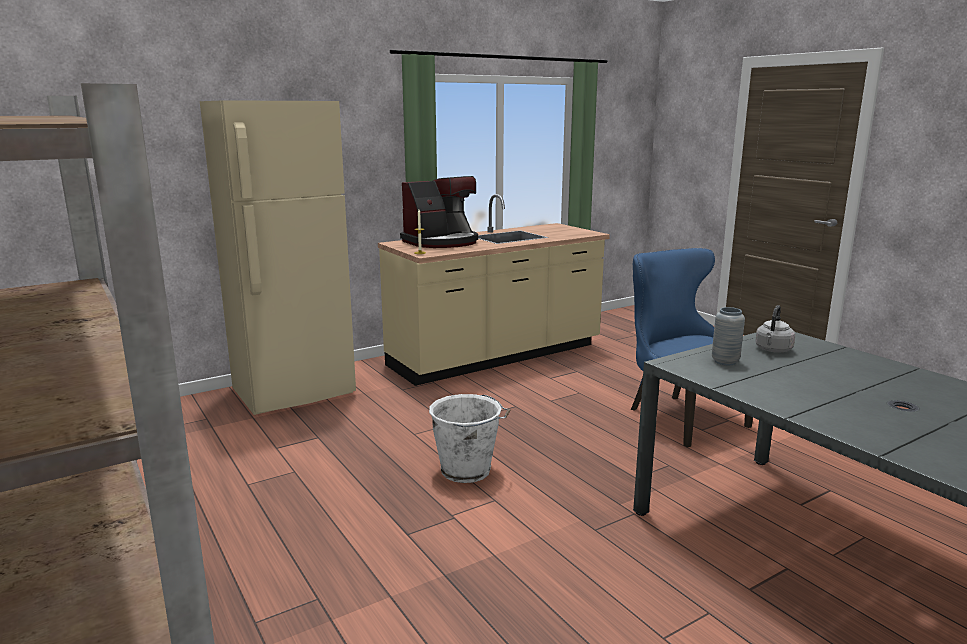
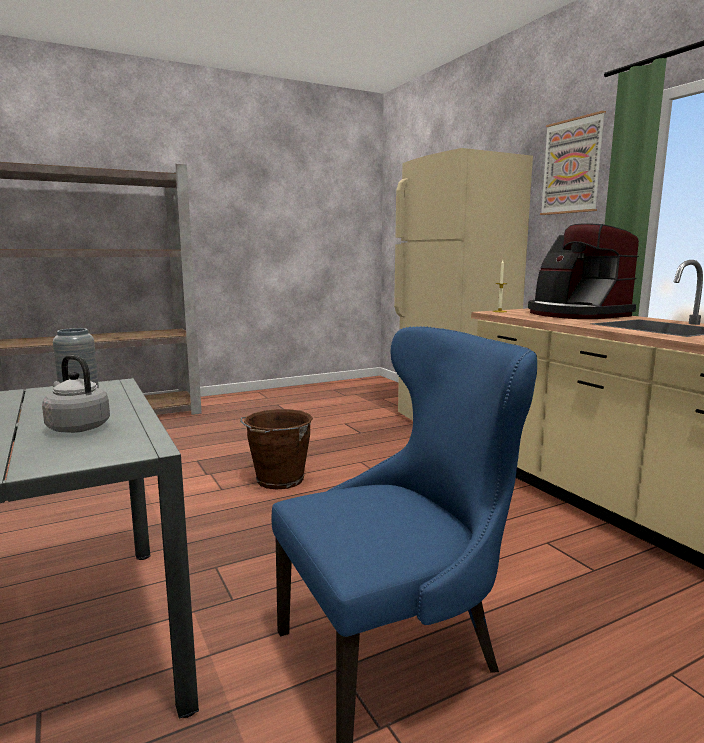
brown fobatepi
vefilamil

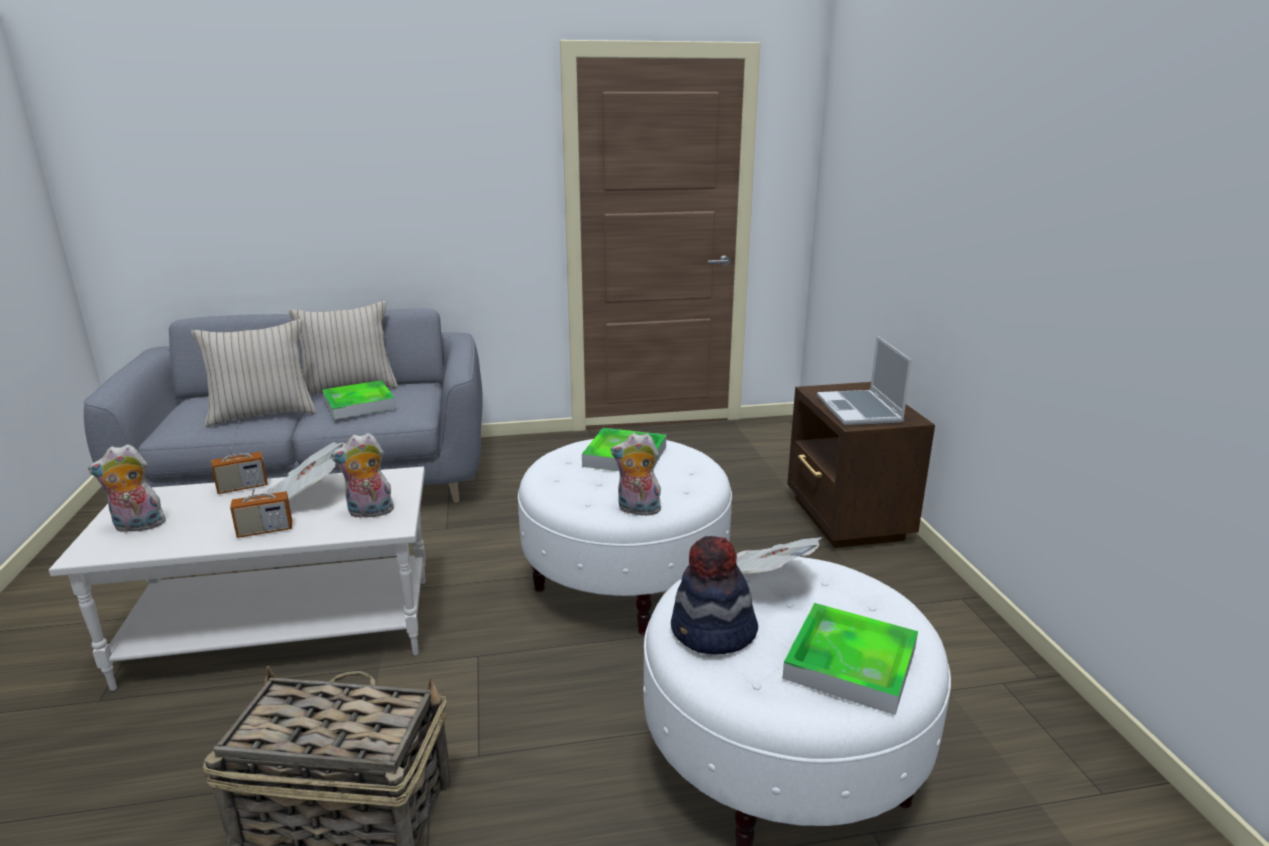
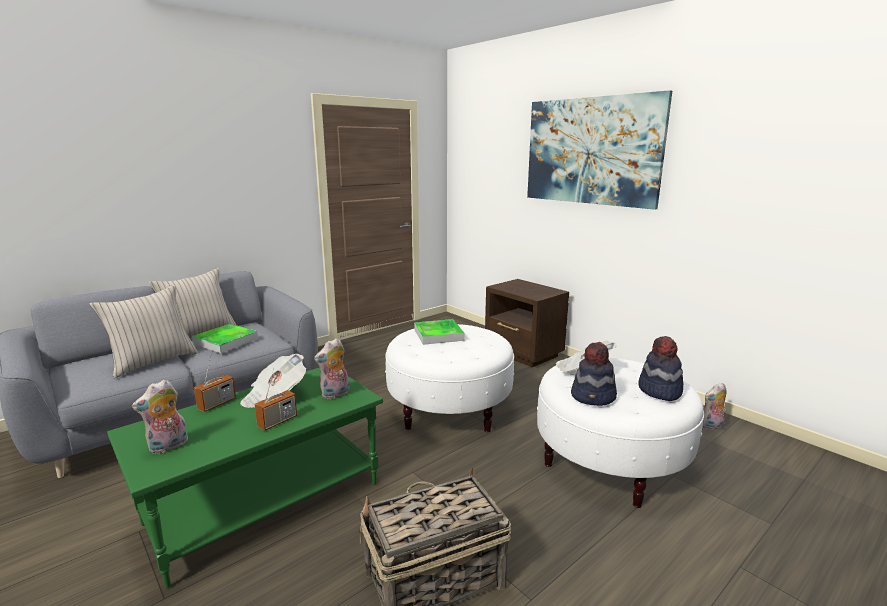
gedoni
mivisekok (no. 3 from left)
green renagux
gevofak (no. 2 from left)
vefilamil

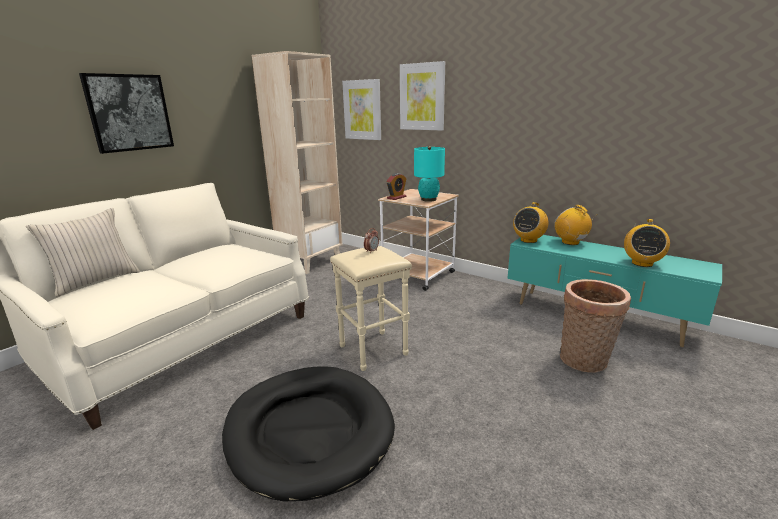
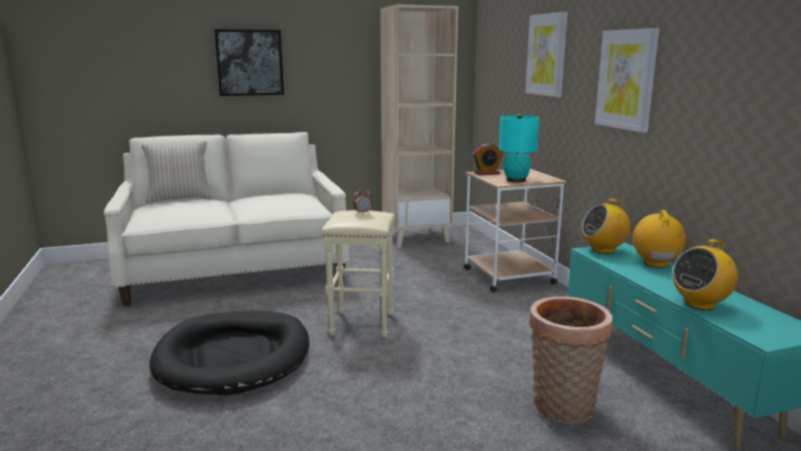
vefilamil (no. 3 from left)

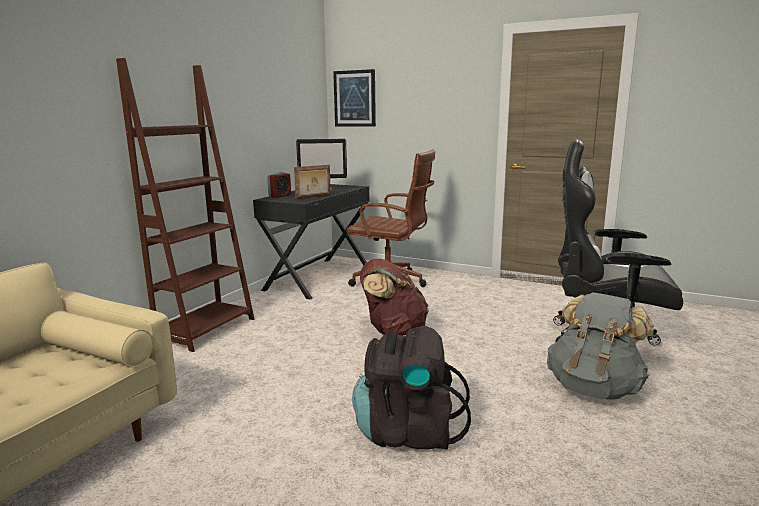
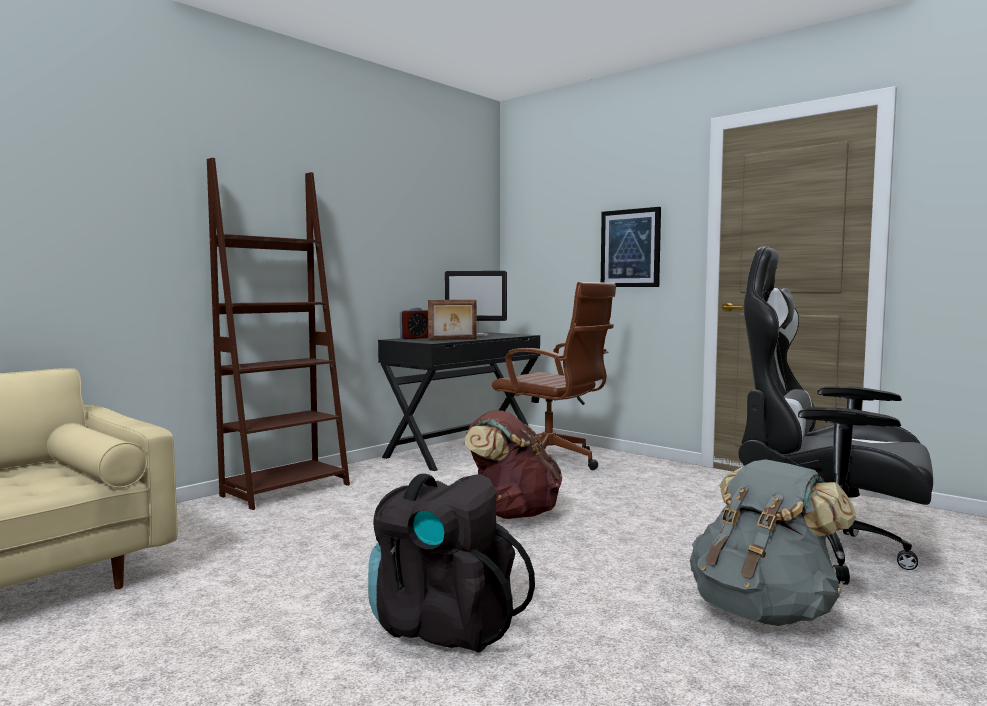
vefilamil

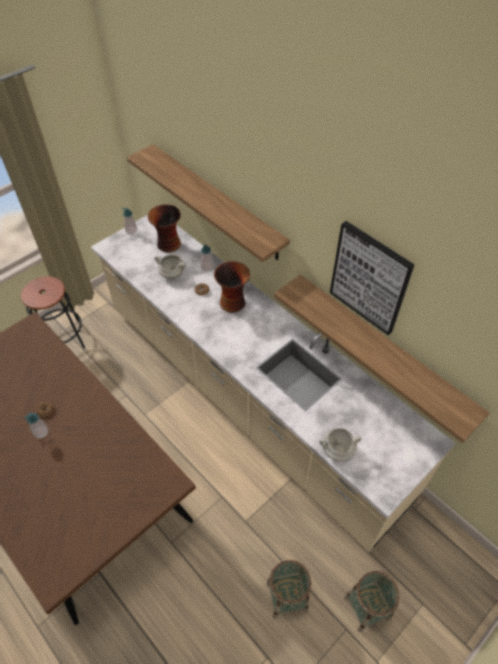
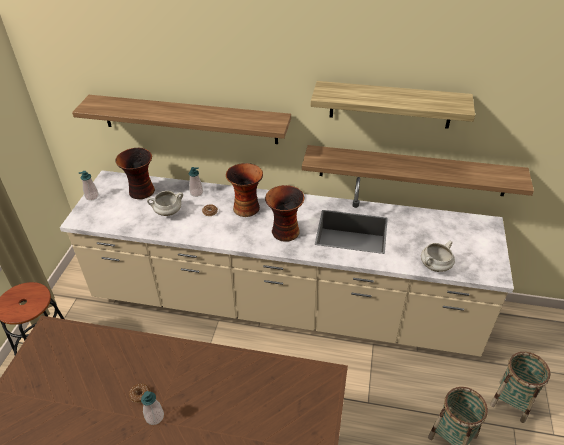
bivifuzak (no. 2 from left)
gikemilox (no. 3 from left)

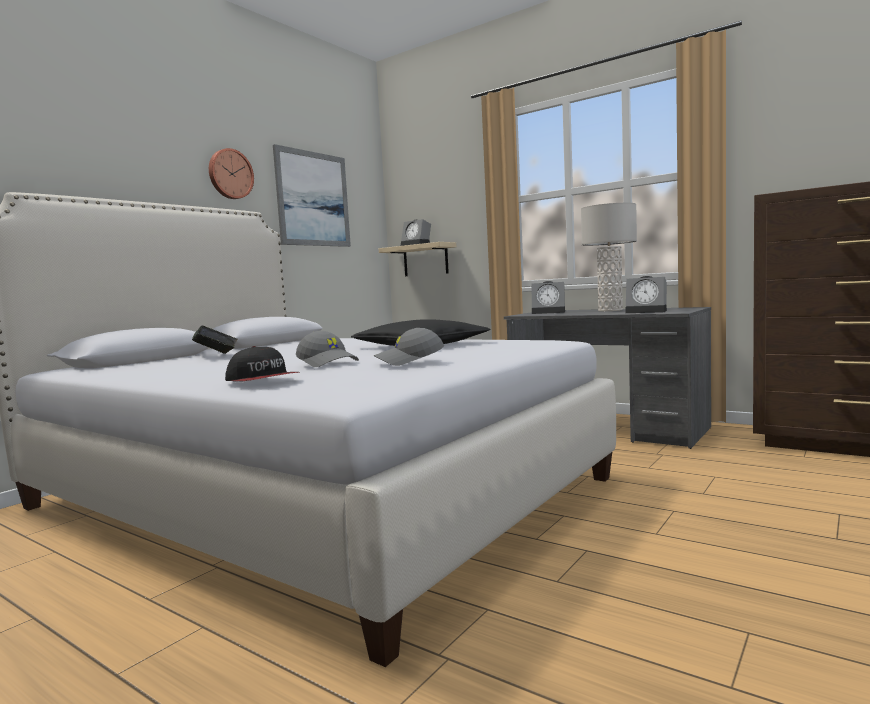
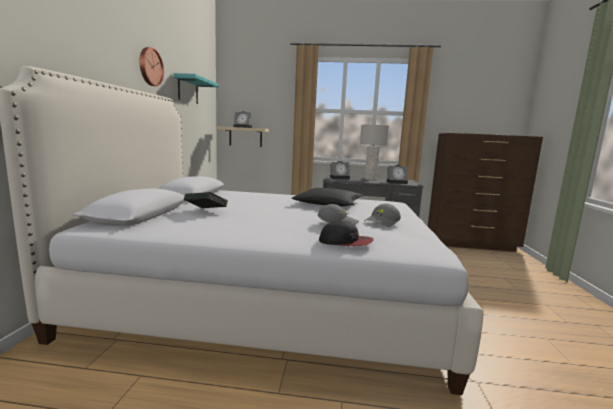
turquoise bivifuzak

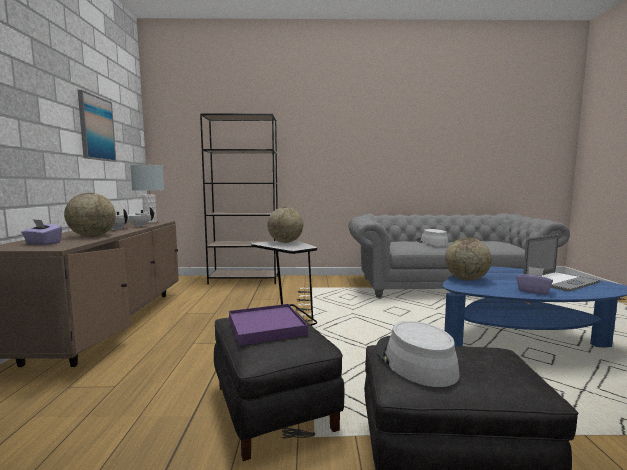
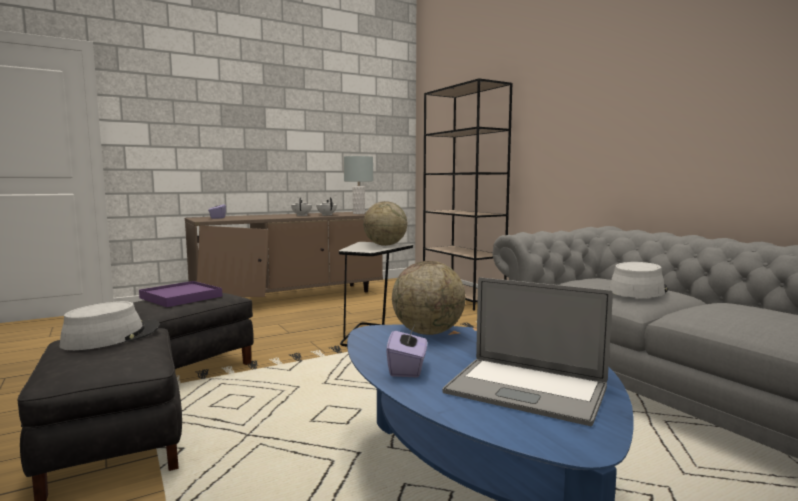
vefilamil
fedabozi (no. 1 from left in the first image)

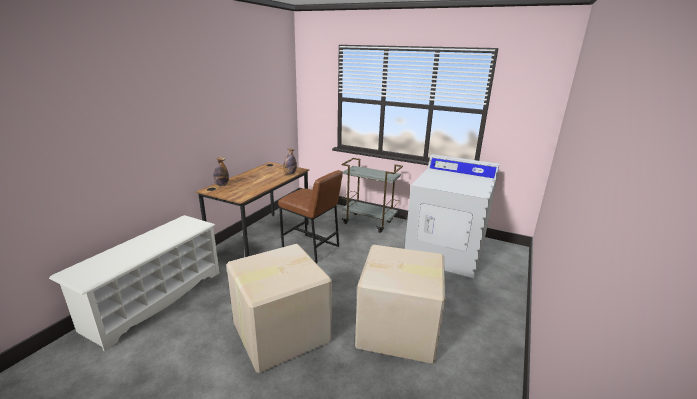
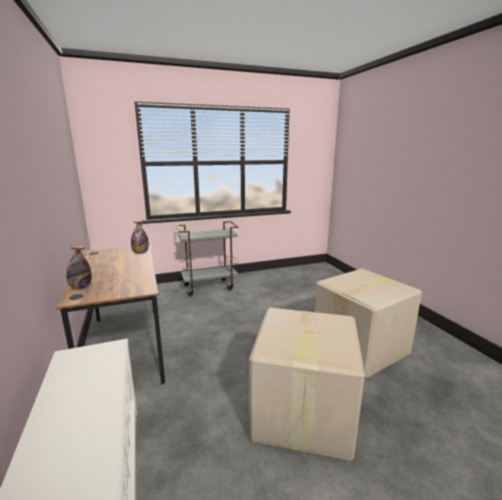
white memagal
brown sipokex

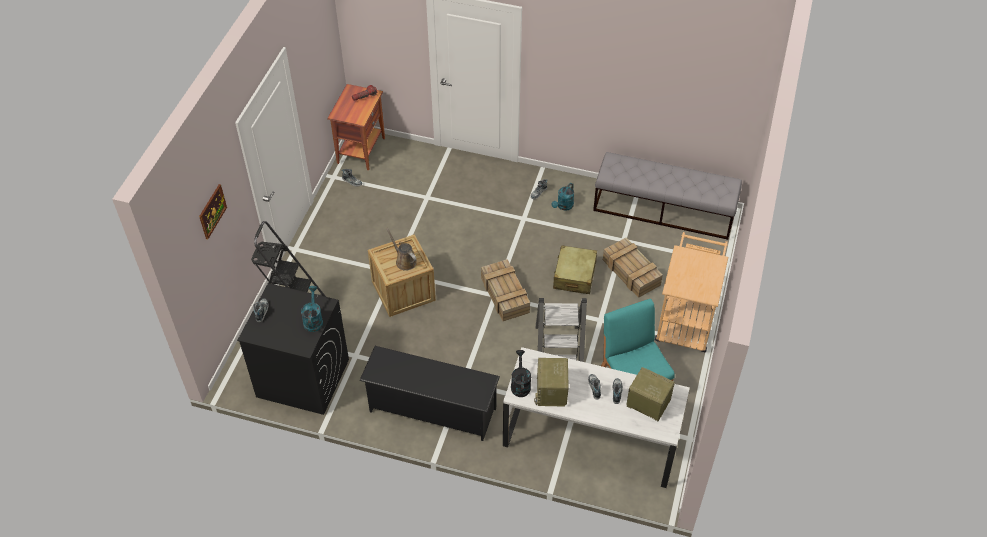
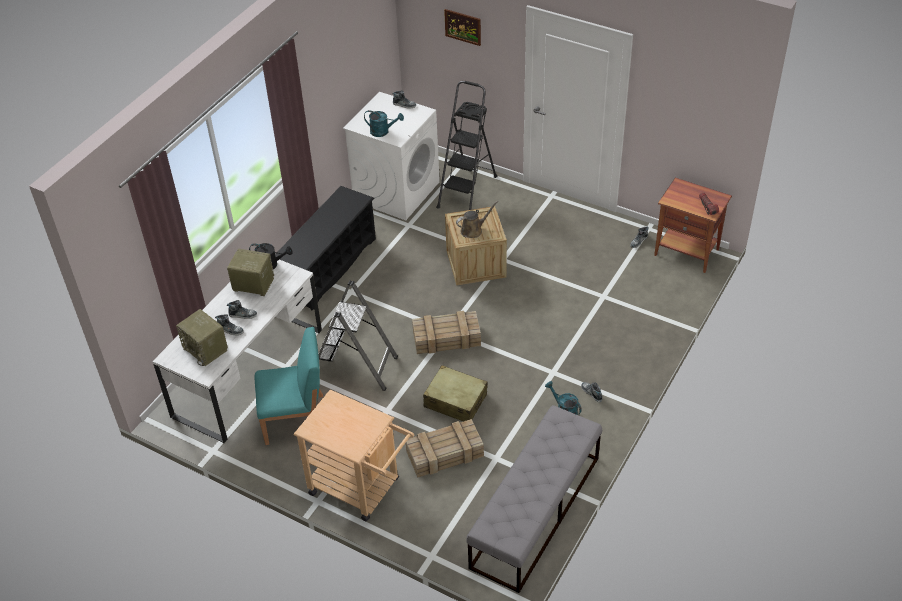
white memagal
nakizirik (no. 1 from left)

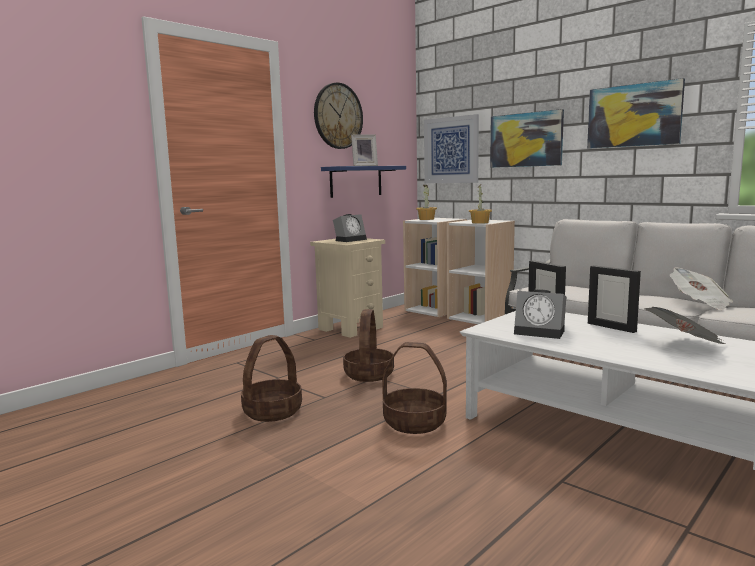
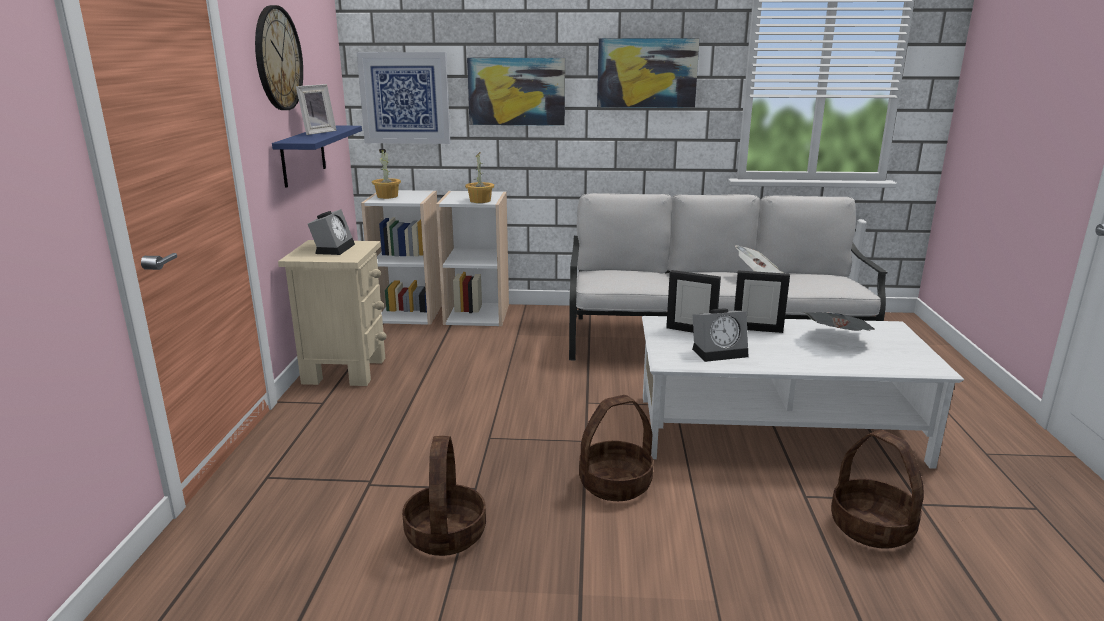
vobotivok (no. 3 from left)

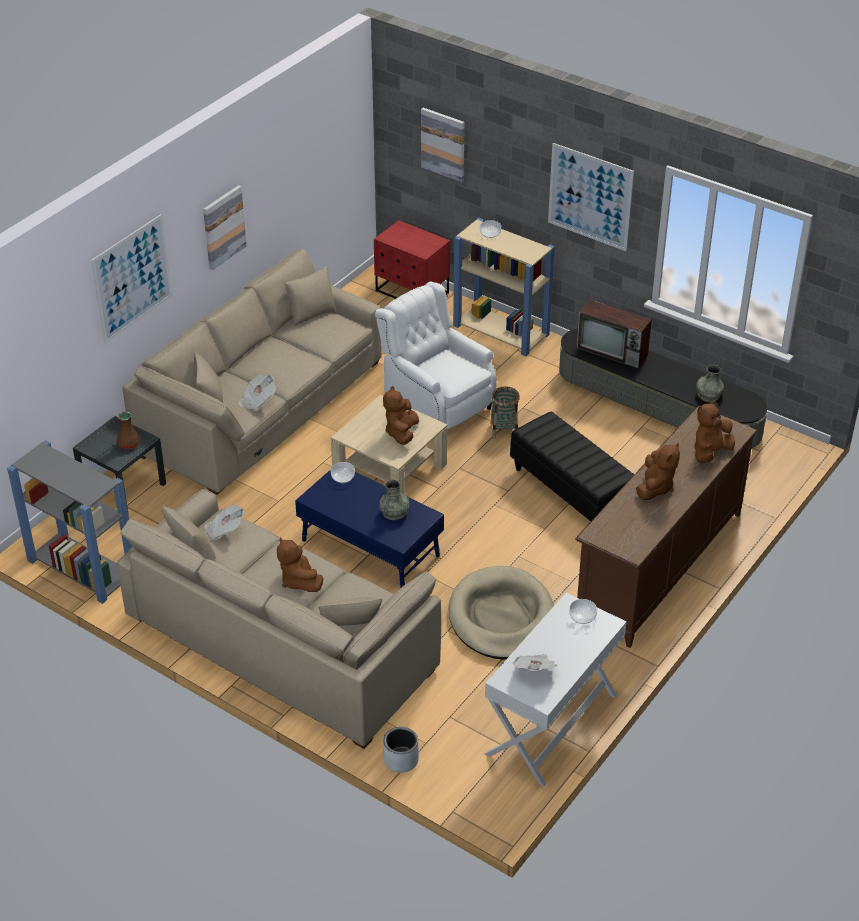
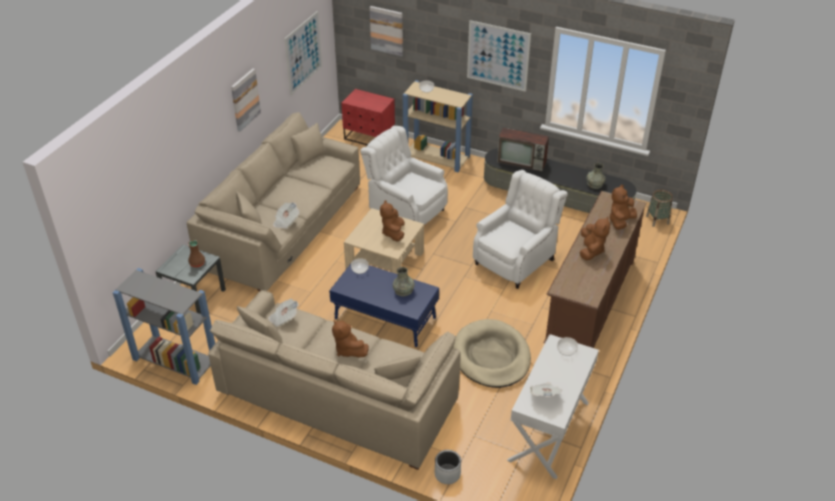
vefilamil (no. 2 from left)
vobotivok
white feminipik (no. 2 from left)

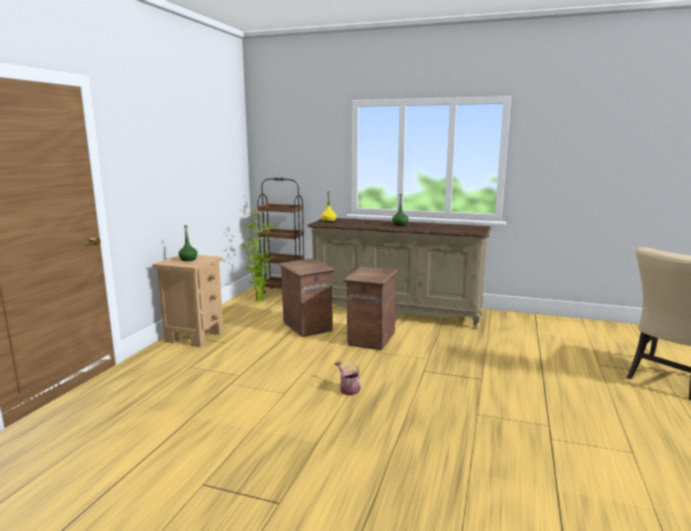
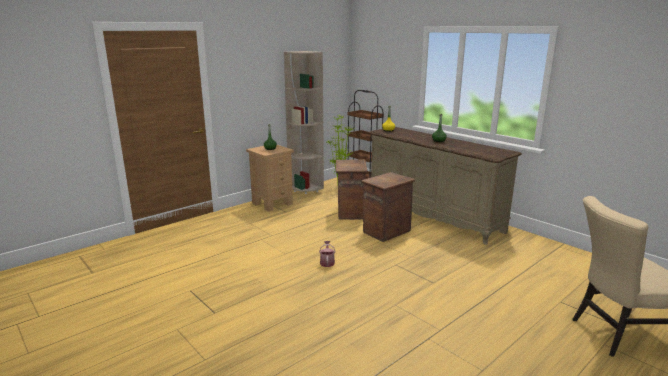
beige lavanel

